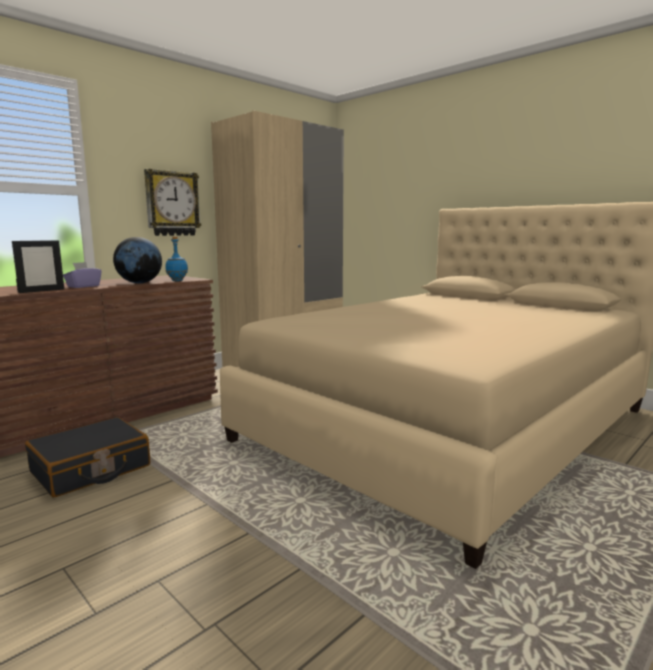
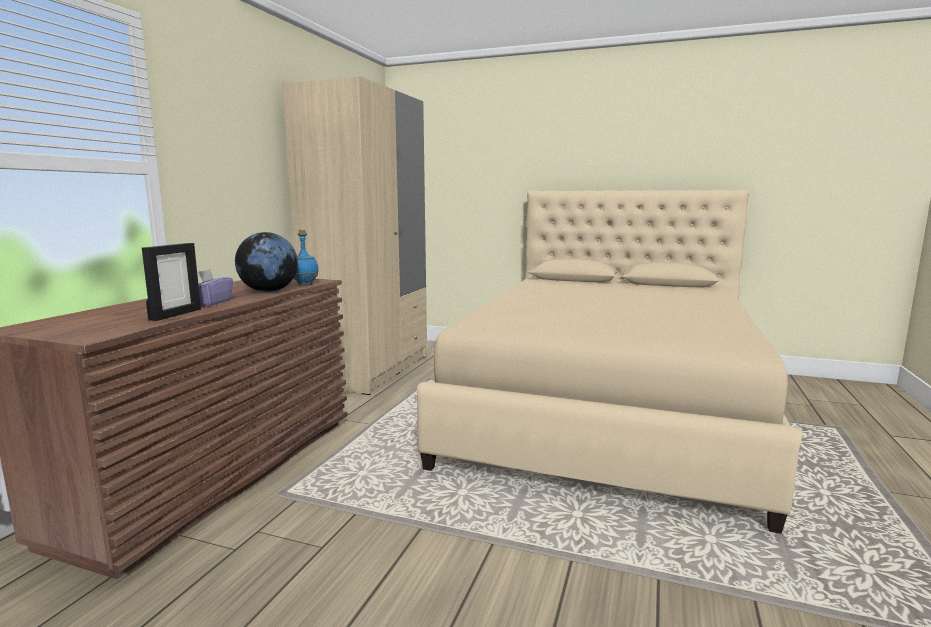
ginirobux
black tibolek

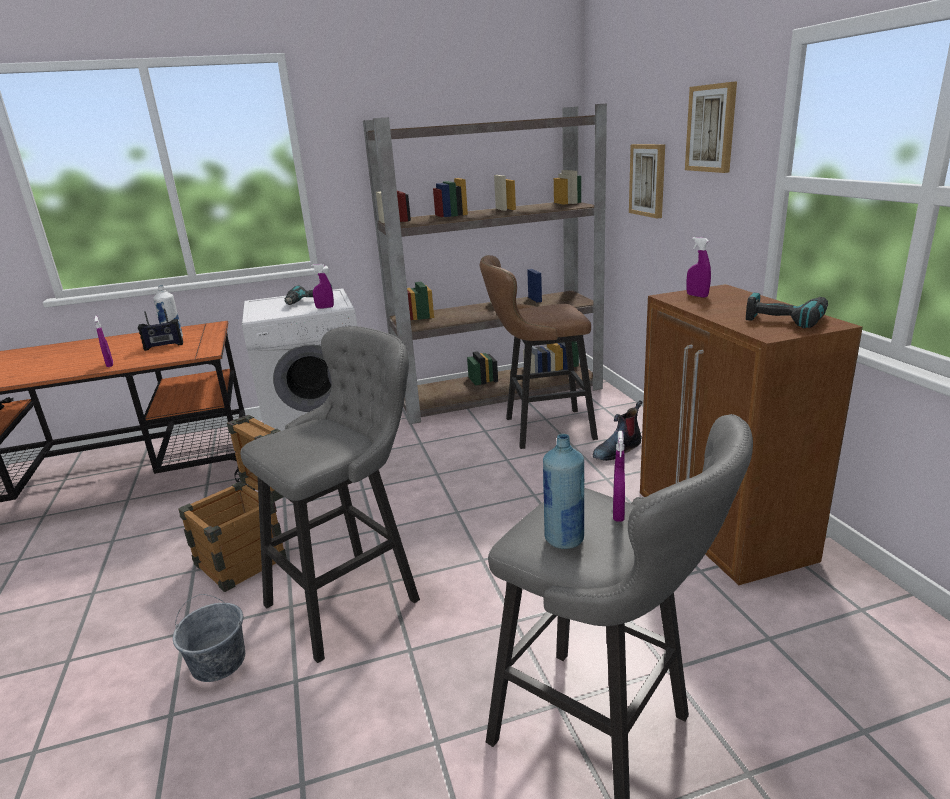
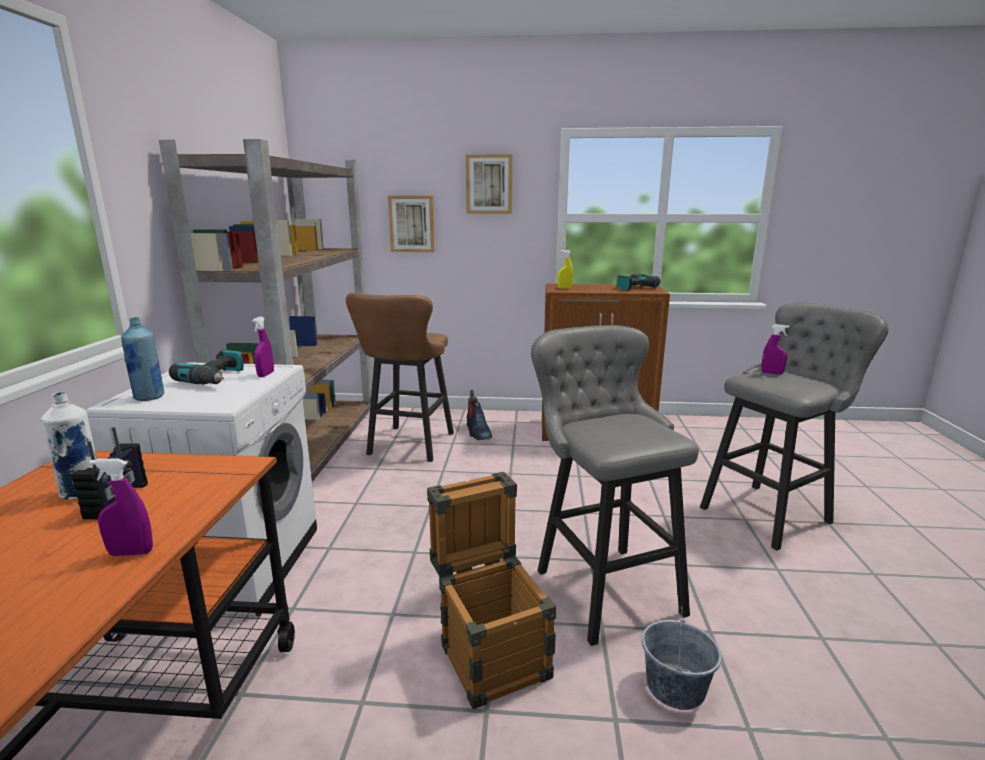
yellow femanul
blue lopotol

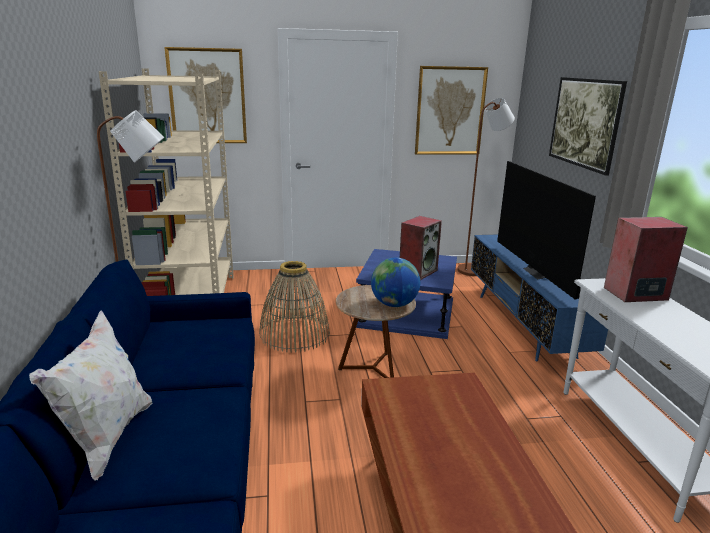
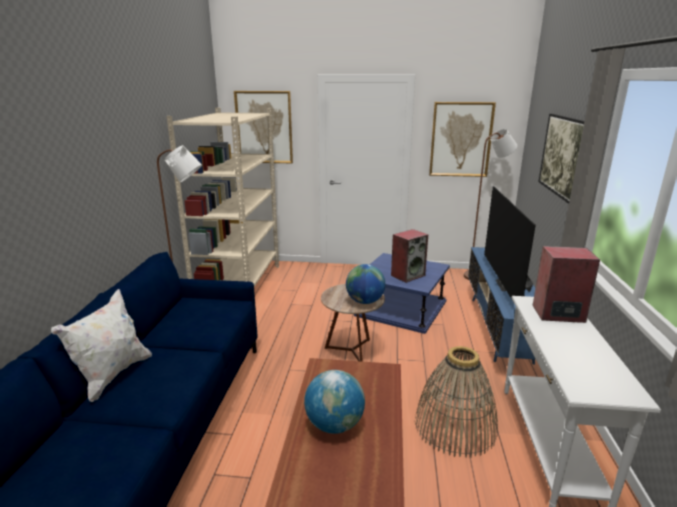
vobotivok
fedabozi (no. 1 from left)

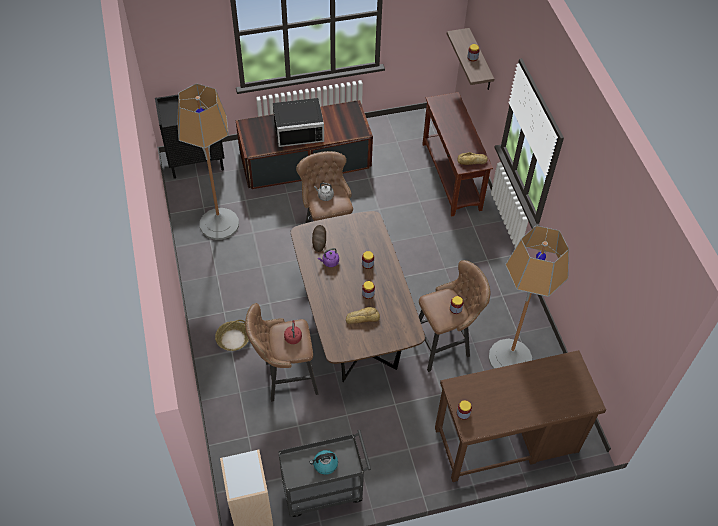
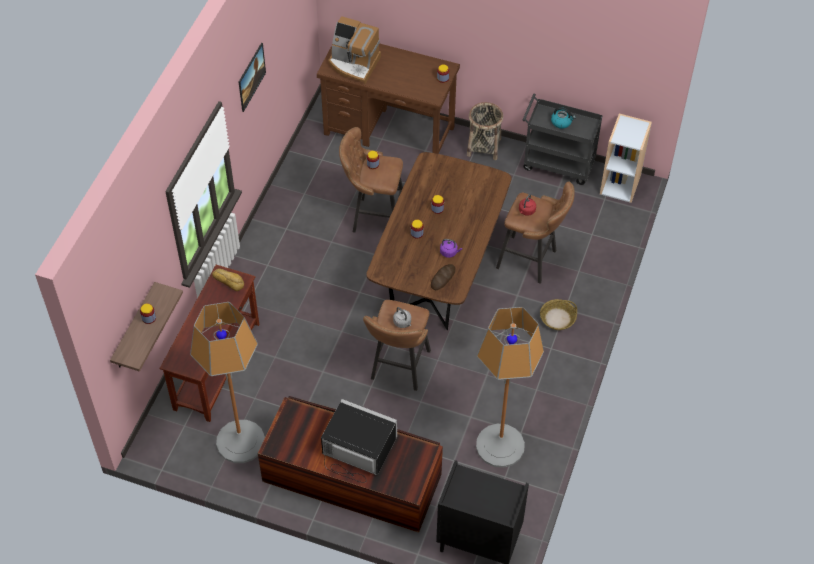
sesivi (no. 1 from left)
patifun (no. 2 from left in the first image)
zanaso
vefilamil
vobotivok (no. 1 from left)

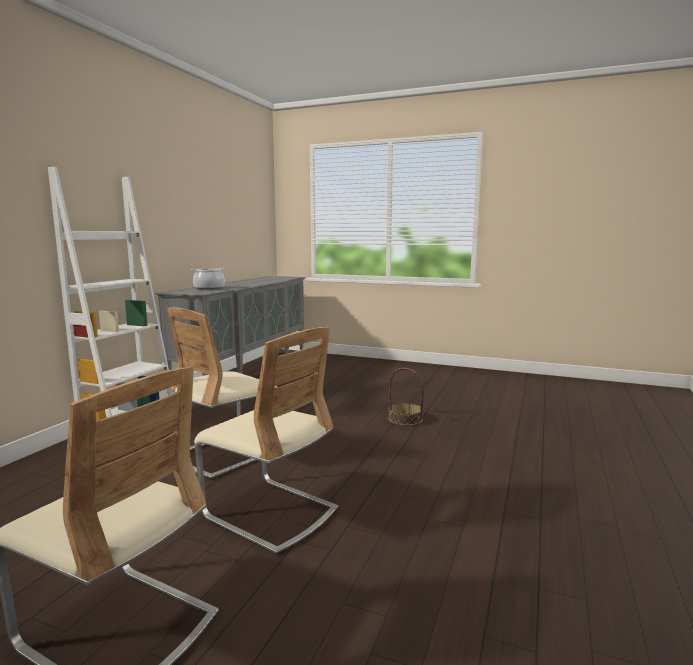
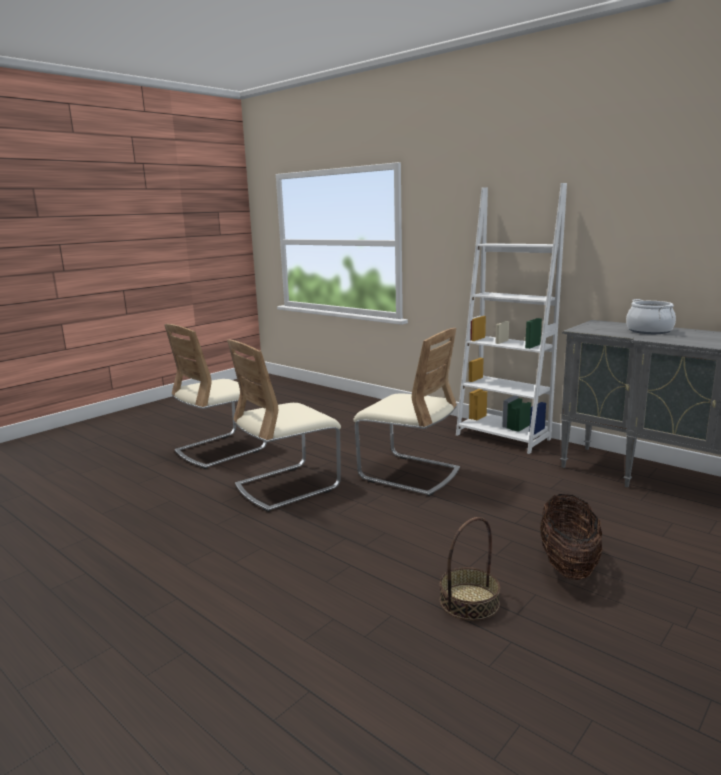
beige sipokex (no. 3 from left)
vobotivok (no. 2 from left)

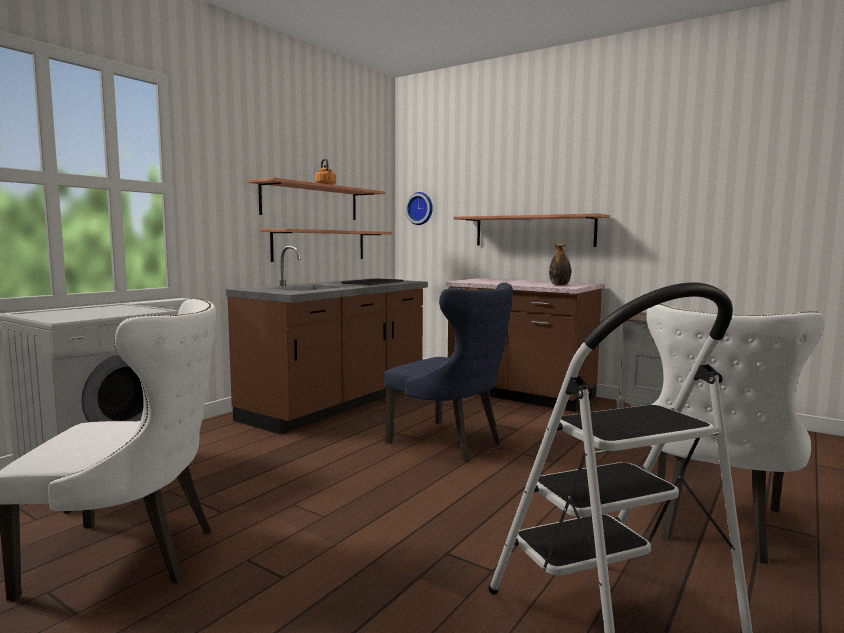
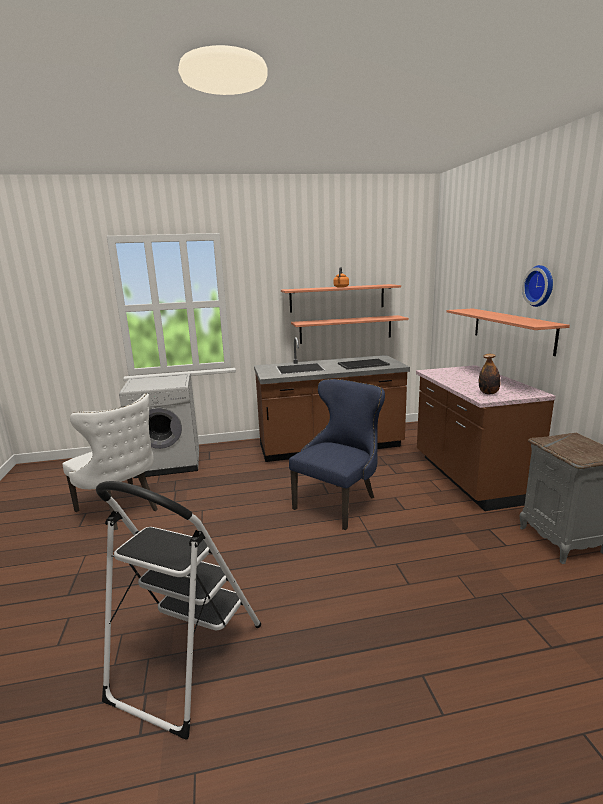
ginirobux
blue sipokex
white sipokex (no. 2 from left in the first image)

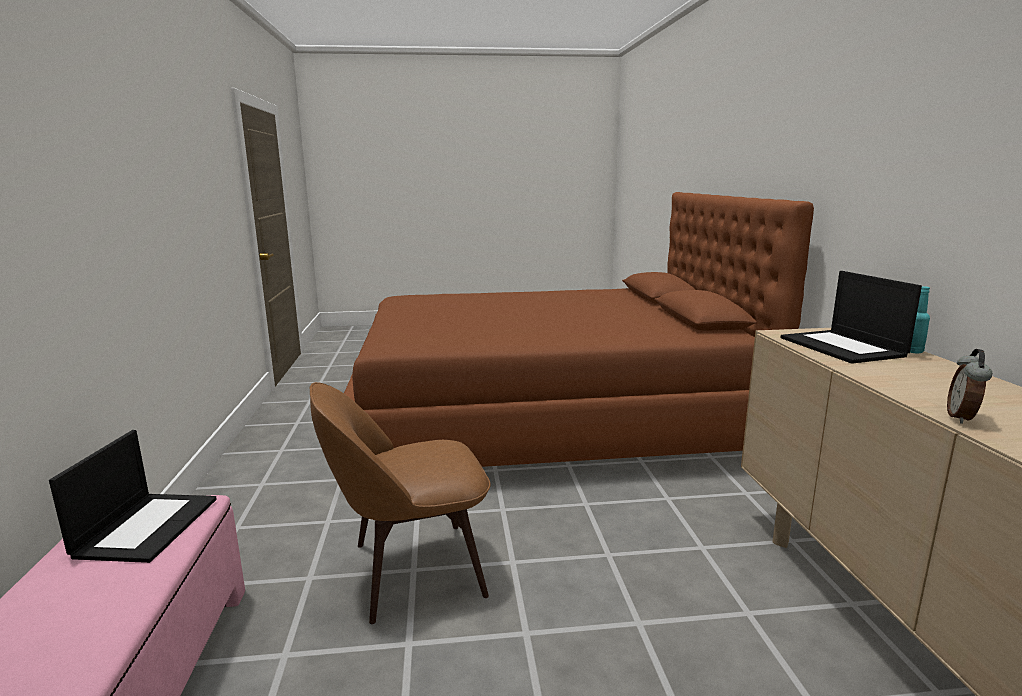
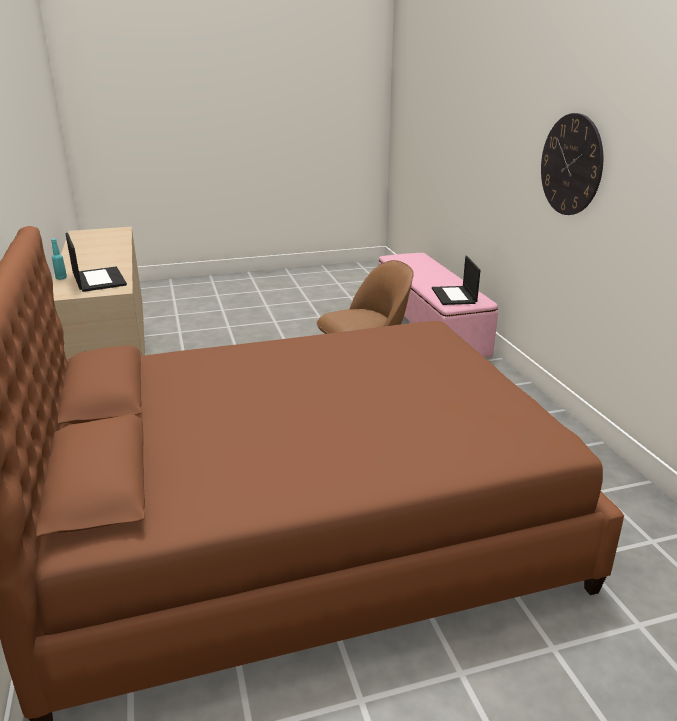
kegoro
ginirobux

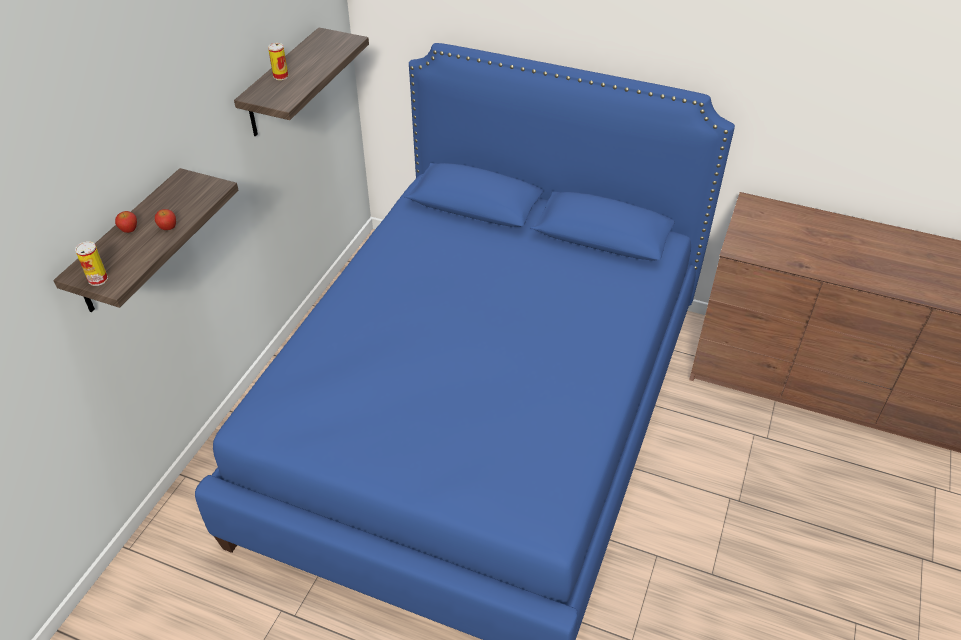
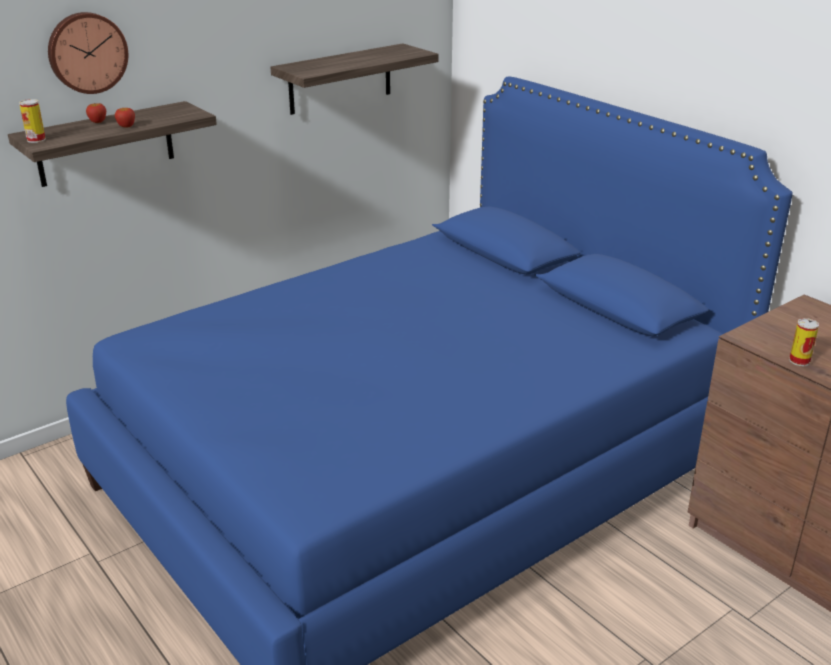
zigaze (no. 2 from left)
ginirobux

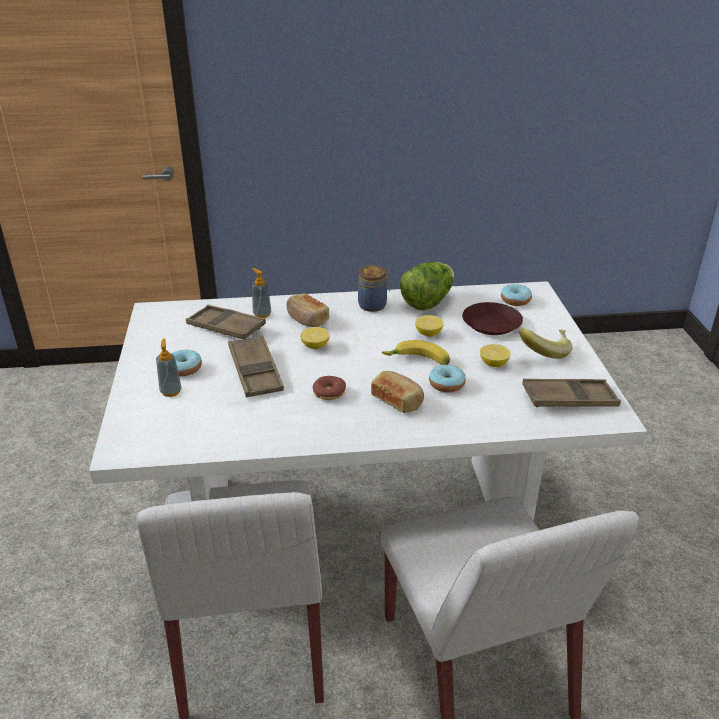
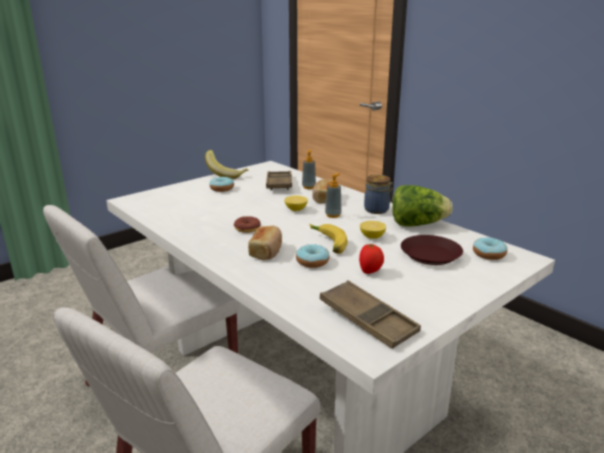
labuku (no. 1 from left)
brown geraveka (no. 2 from left in the first image)
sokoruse (no. 2 from left)
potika

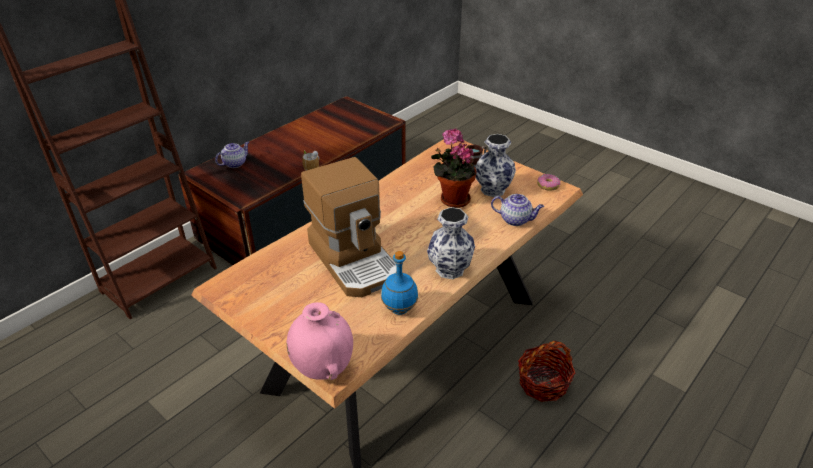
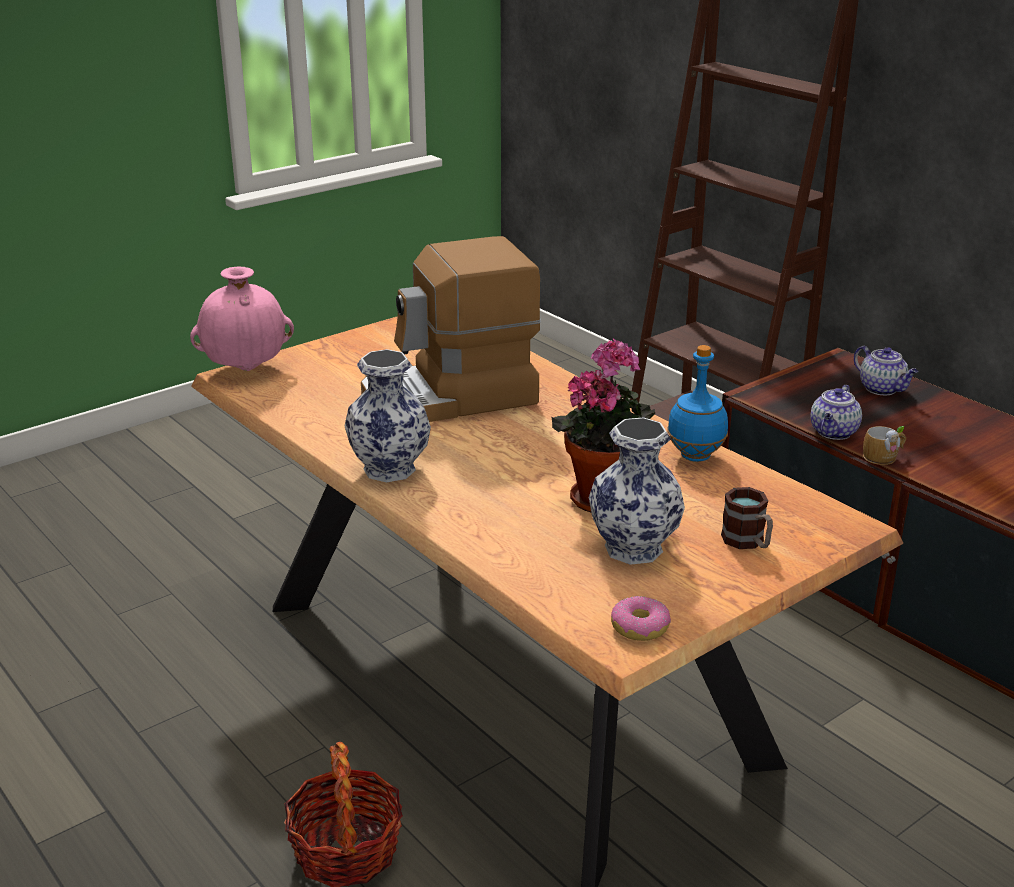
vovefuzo (no. 1 from left)
blue lopotol

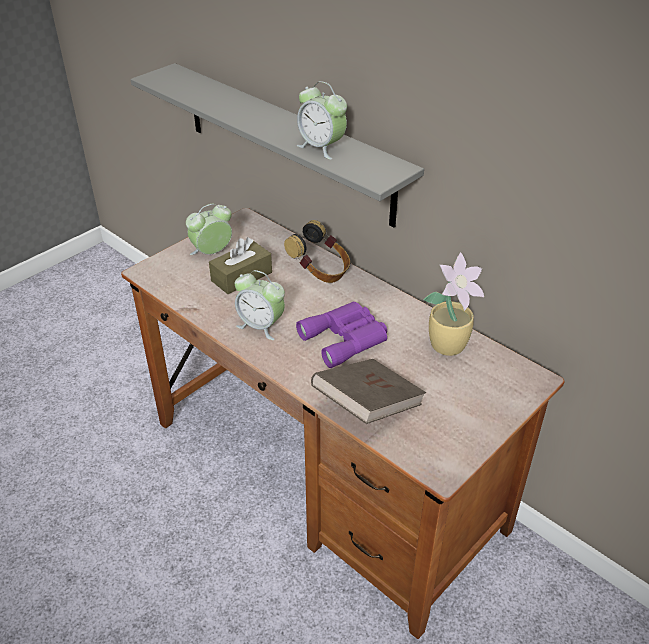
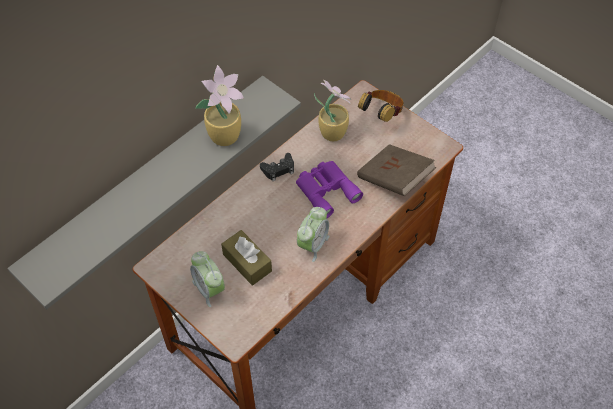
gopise (no. 1 from left)
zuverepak
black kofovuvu

